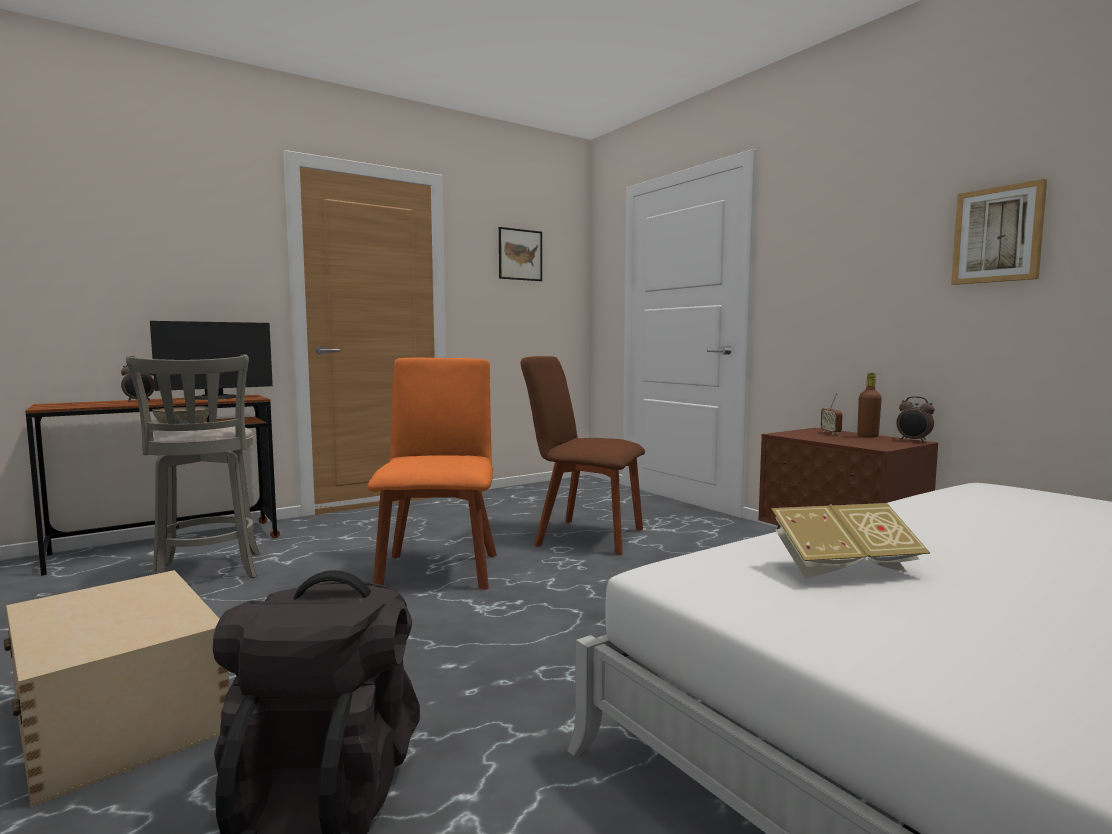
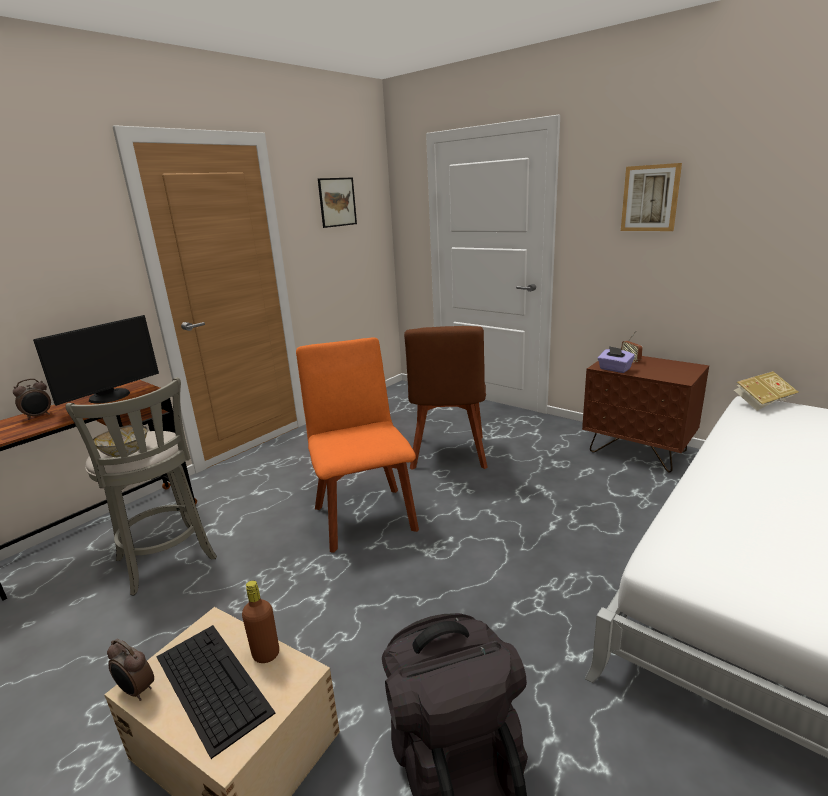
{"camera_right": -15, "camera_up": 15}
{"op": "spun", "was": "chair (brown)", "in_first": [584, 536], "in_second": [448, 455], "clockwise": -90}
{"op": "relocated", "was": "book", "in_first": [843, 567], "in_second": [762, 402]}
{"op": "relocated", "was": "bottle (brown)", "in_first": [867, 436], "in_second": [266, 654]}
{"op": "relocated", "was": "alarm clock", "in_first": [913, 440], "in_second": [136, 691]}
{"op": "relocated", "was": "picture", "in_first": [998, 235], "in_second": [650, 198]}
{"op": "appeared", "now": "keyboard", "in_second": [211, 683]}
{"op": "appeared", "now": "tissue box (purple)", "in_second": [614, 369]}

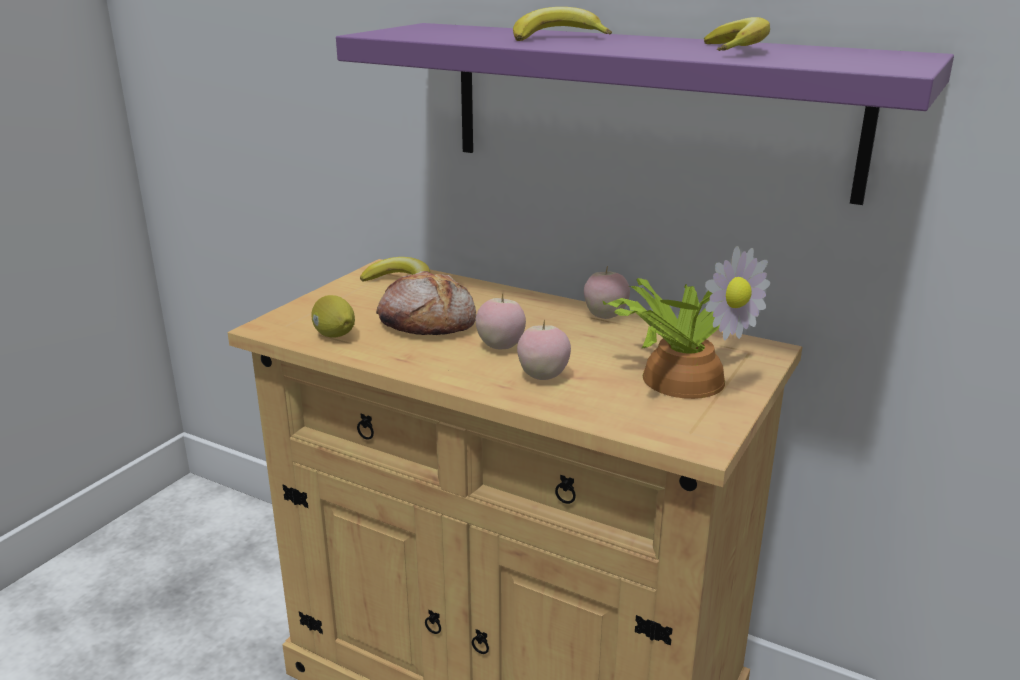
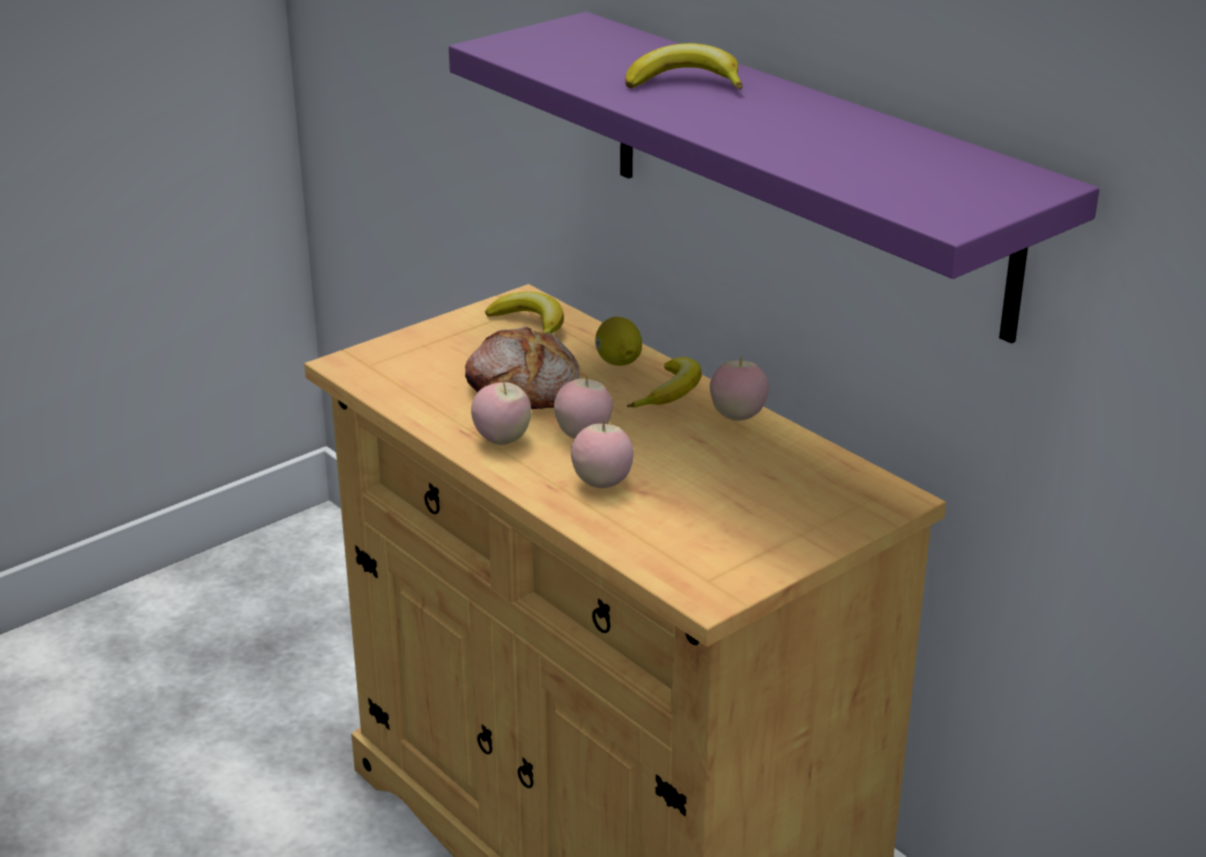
{"camera_right": 20, "camera_up": 5}
{"op": "relocated", "was": "lemon", "in_first": [335, 336], "in_second": [618, 363]}
{"op": "missing", "was": "potted plant", "in_first": [682, 376]}
{"op": "relocated", "was": "banana", "in_first": [736, 50], "in_second": [671, 393]}
{"op": "appeared", "now": "apple", "in_second": [502, 440]}

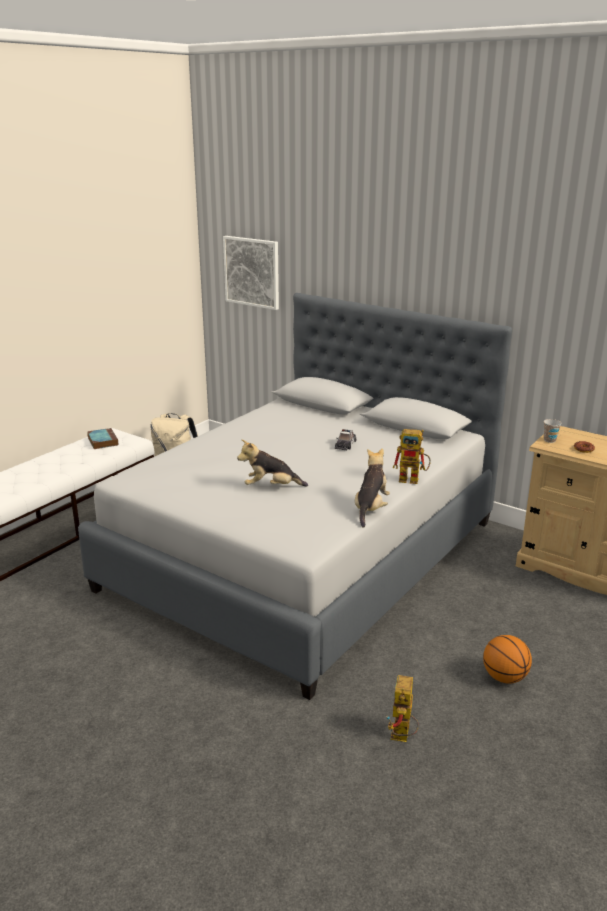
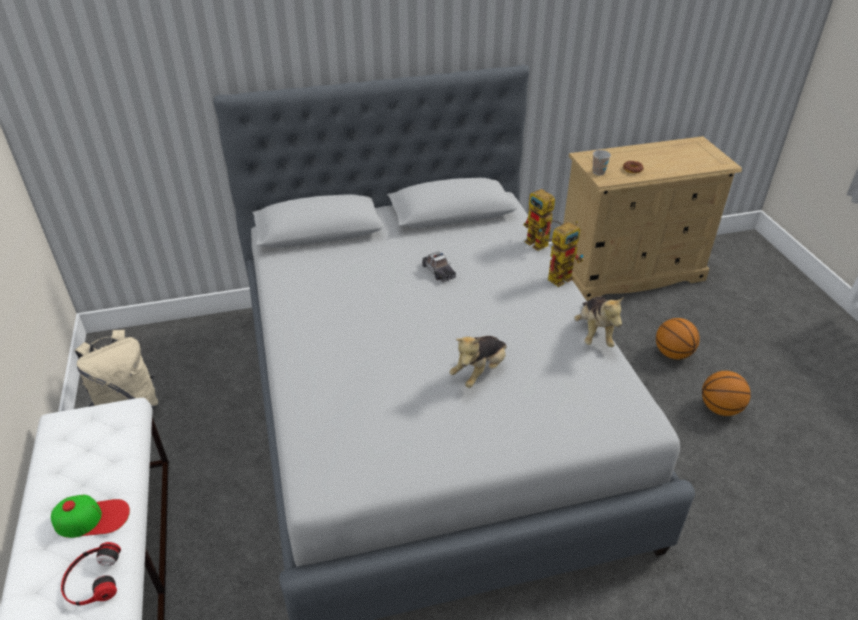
{"camera_right": -50, "camera_up": 15}
{"op": "missing", "was": "book", "in_first": [102, 441]}
{"op": "missing", "was": "picture", "in_first": [252, 272]}
{"op": "spun", "was": "plush toy", "in_first": [371, 509], "in_second": [594, 333], "clockwise": -150}
{"op": "relocated", "was": "toy robot", "in_first": [402, 737], "in_second": [541, 245]}
{"op": "appeared", "now": "cap", "in_second": [92, 518]}
{"op": "appeared", "now": "headphones", "in_second": [92, 579]}
{"op": "appeared", "now": "basketball", "in_second": [673, 353]}

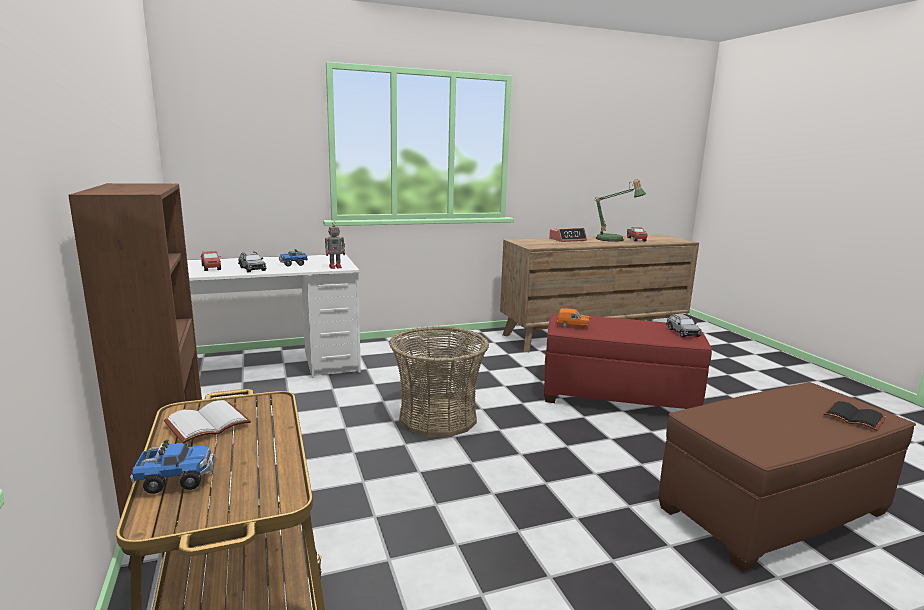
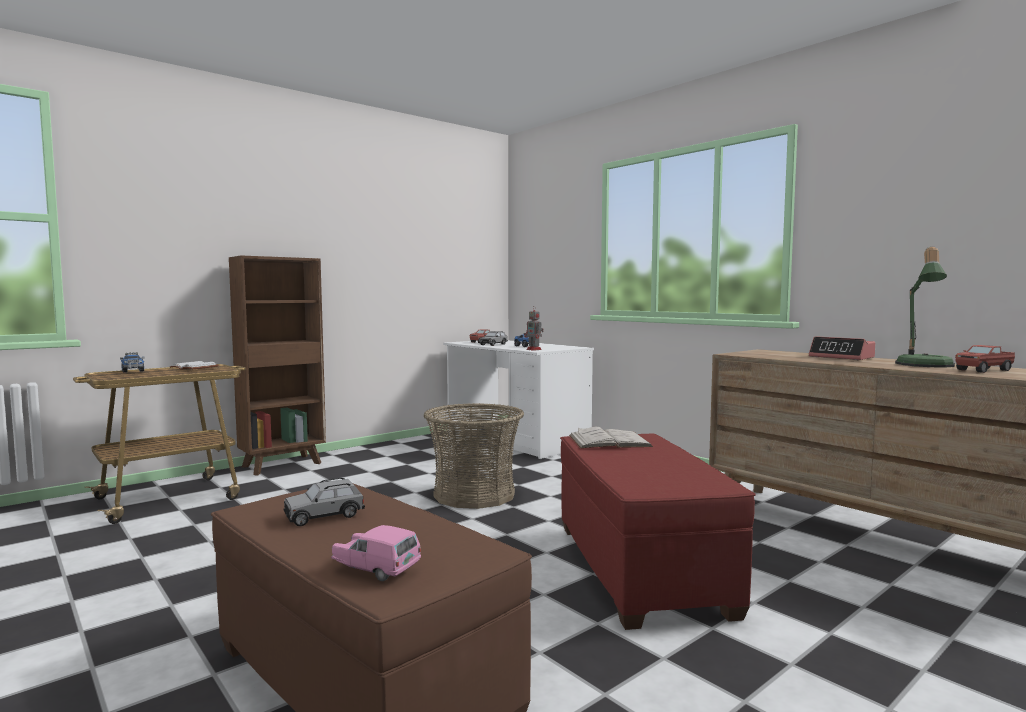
{"camera_right": 70, "camera_up": -10}
{"op": "exchanged", "was": "toy car (orange)", "now": "book (white)", "in_first": [573, 325], "in_second": [609, 441]}
{"op": "relocated", "was": "toy car (grey)", "in_first": [682, 332], "in_second": [324, 516]}
{"op": "exchanged", "was": "book (black)", "now": "toy car (pink)", "in_first": [855, 417], "in_second": [376, 569]}

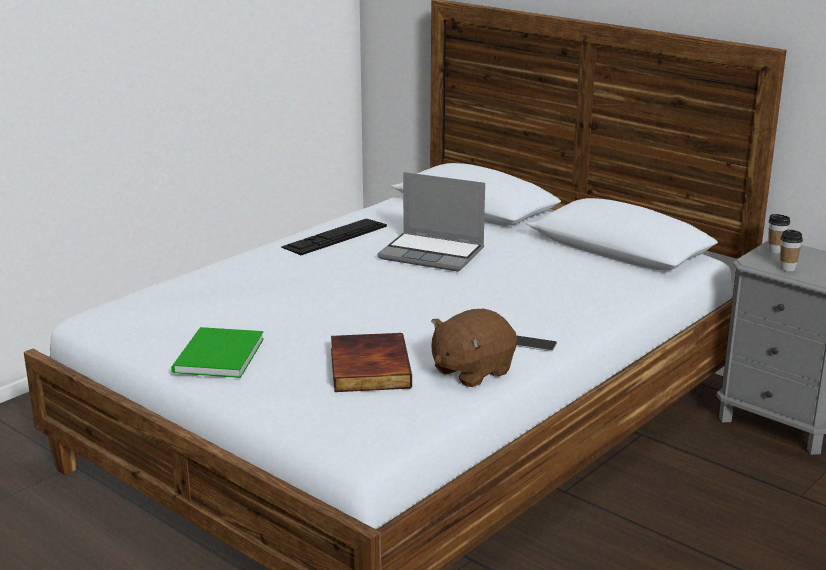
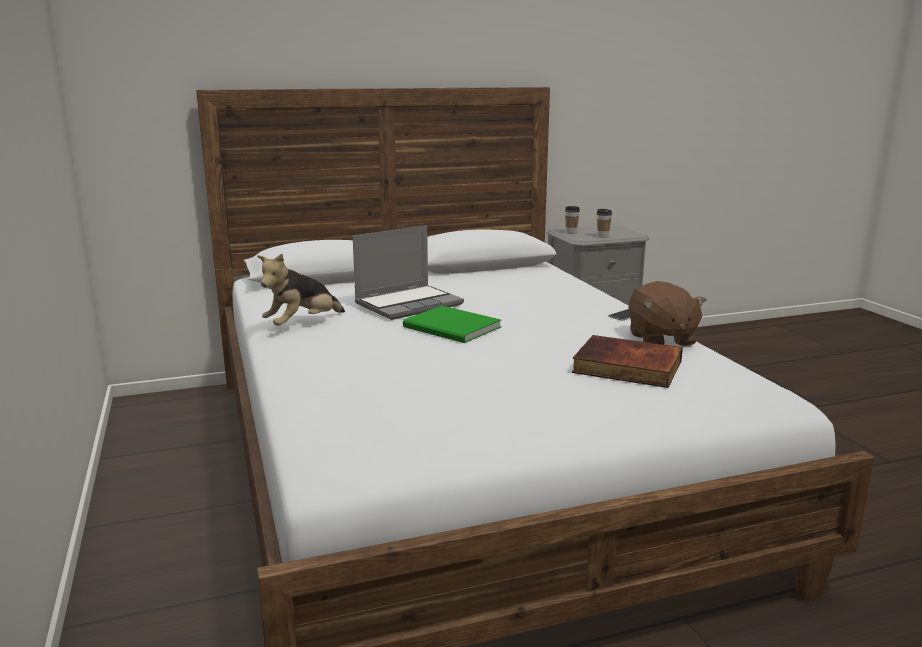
{"camera_right": -60, "camera_up": -5}
{"op": "relocated", "was": "book (green)", "in_first": [216, 356], "in_second": [452, 328]}
{"op": "exchanged", "was": "keyboard", "now": "plush toy", "in_first": [335, 236], "in_second": [302, 324]}

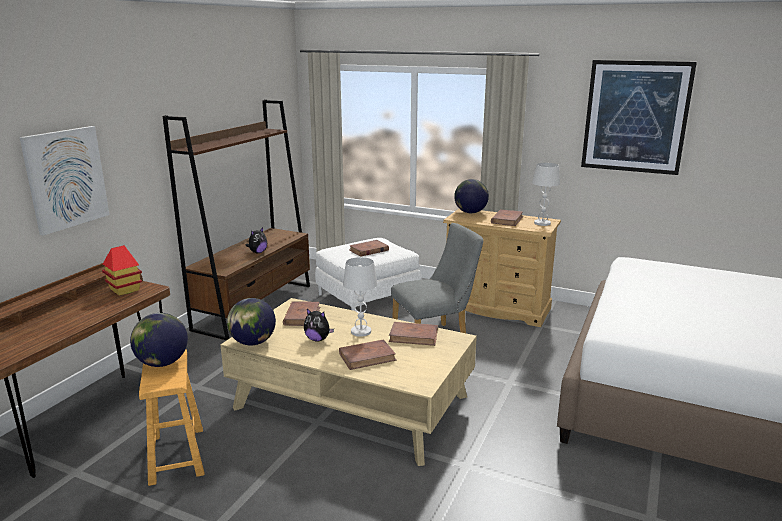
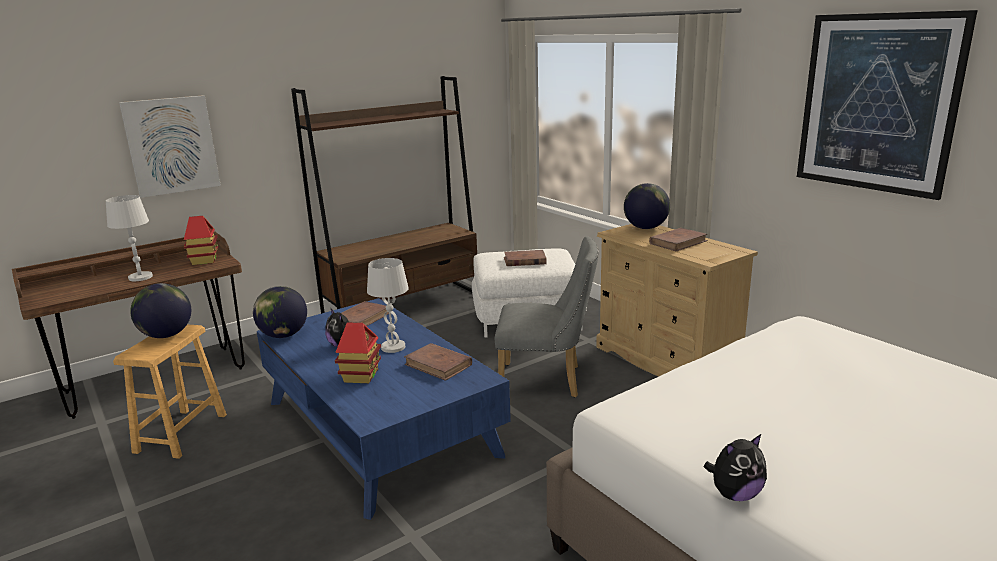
{"camera_right": 30, "camera_up": 0}
{"op": "colour", "was": "coffee table (beige)", "now": "coffee table (blue)", "in_first": [352, 402], "in_second": [380, 428]}
{"op": "relocated", "was": "plush toy", "in_first": [257, 252], "in_second": [735, 494]}
{"op": "exchanged", "was": "book (brown)", "now": "toy house", "in_first": [367, 357], "in_second": [361, 376]}
{"op": "relocated", "was": "table lamp (white)", "in_first": [542, 223], "in_second": [140, 277]}

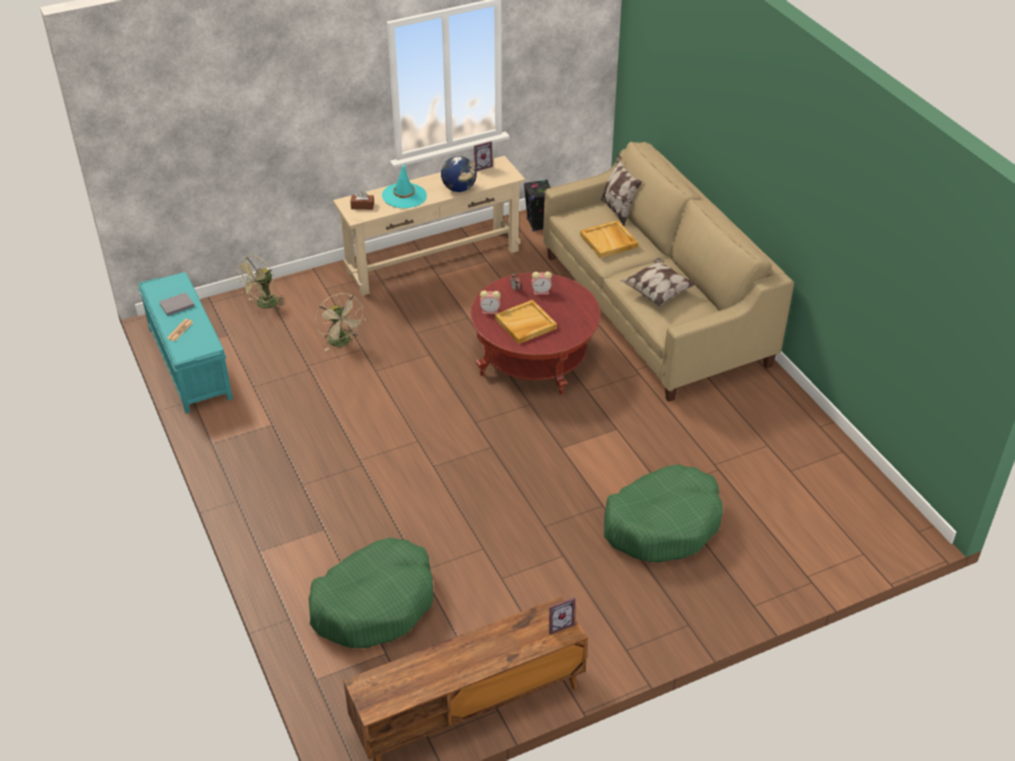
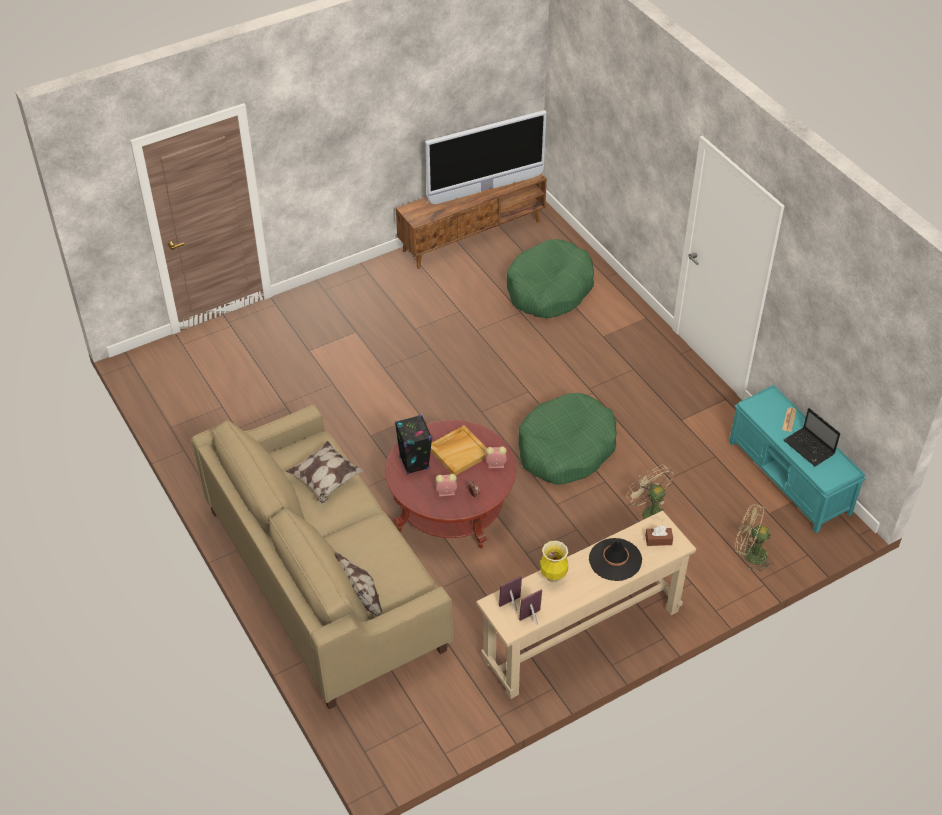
{"camera_right": 175, "camera_up": 5}
{"op": "exchanged", "was": "book (grey)", "now": "laptop", "in_first": [176, 305], "in_second": [810, 448]}
{"op": "spun", "was": "fan (beige)", "in_first": [264, 305], "in_second": [749, 555], "clockwise": -105}
{"op": "colour", "was": "hat (turquoise)", "now": "hat (black)", "in_first": [404, 196], "in_second": [615, 560]}
{"op": "exchanged", "was": "globe", "now": "vase", "in_first": [459, 189], "in_second": [553, 576]}
{"op": "relocated", "was": "speaker (black)", "in_first": [539, 224], "in_second": [414, 462]}
{"op": "relocated", "was": "picture frame", "in_first": [558, 624], "in_second": [512, 605]}
{"op": "missing", "was": "tray (beige)", "in_first": [609, 241]}
{"op": "relocated", "was": "dog bed (green)", "in_first": [662, 524], "in_second": [565, 449]}
{"op": "appeared", "now": "television", "in_second": [486, 189]}

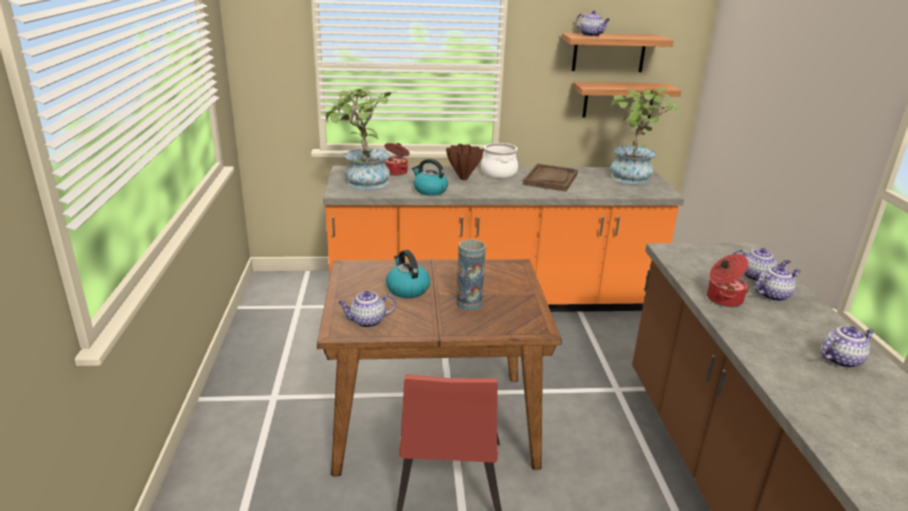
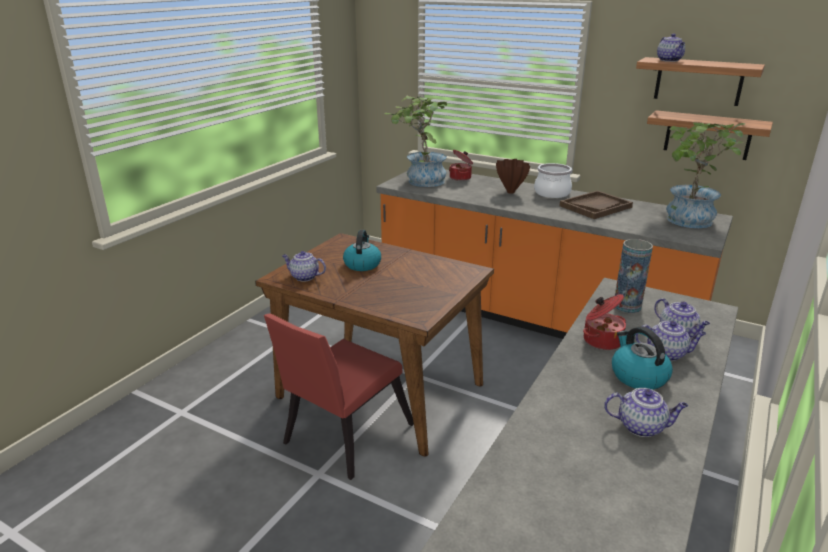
{"camera_right": 35, "camera_up": 0}
{"op": "relocated", "was": "kettle", "in_first": [429, 190], "in_second": [638, 376]}
{"op": "relocated", "was": "vase", "in_first": [469, 303], "in_second": [627, 306]}

